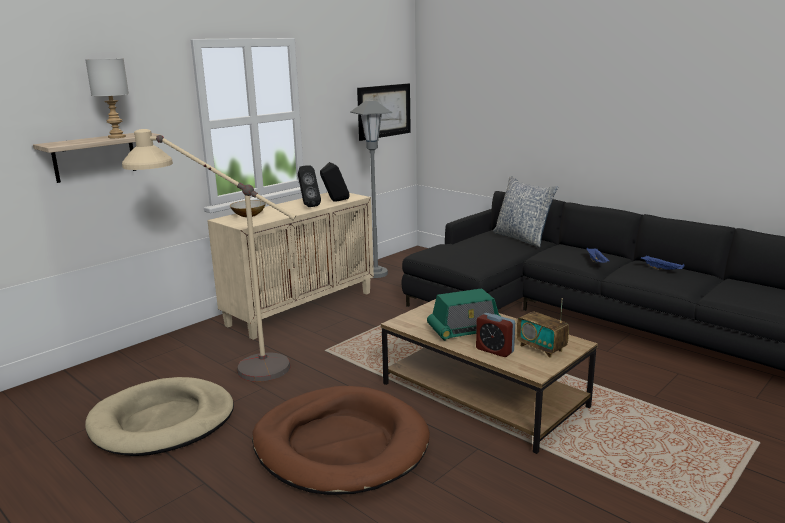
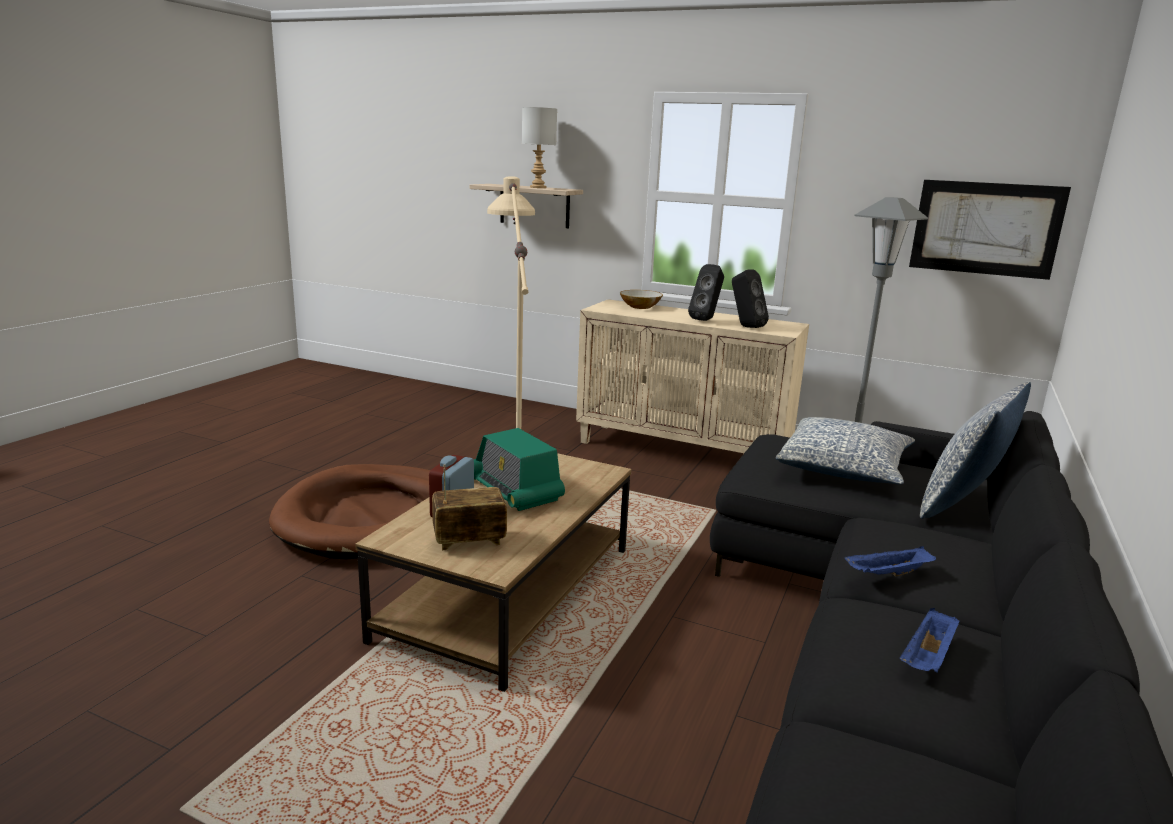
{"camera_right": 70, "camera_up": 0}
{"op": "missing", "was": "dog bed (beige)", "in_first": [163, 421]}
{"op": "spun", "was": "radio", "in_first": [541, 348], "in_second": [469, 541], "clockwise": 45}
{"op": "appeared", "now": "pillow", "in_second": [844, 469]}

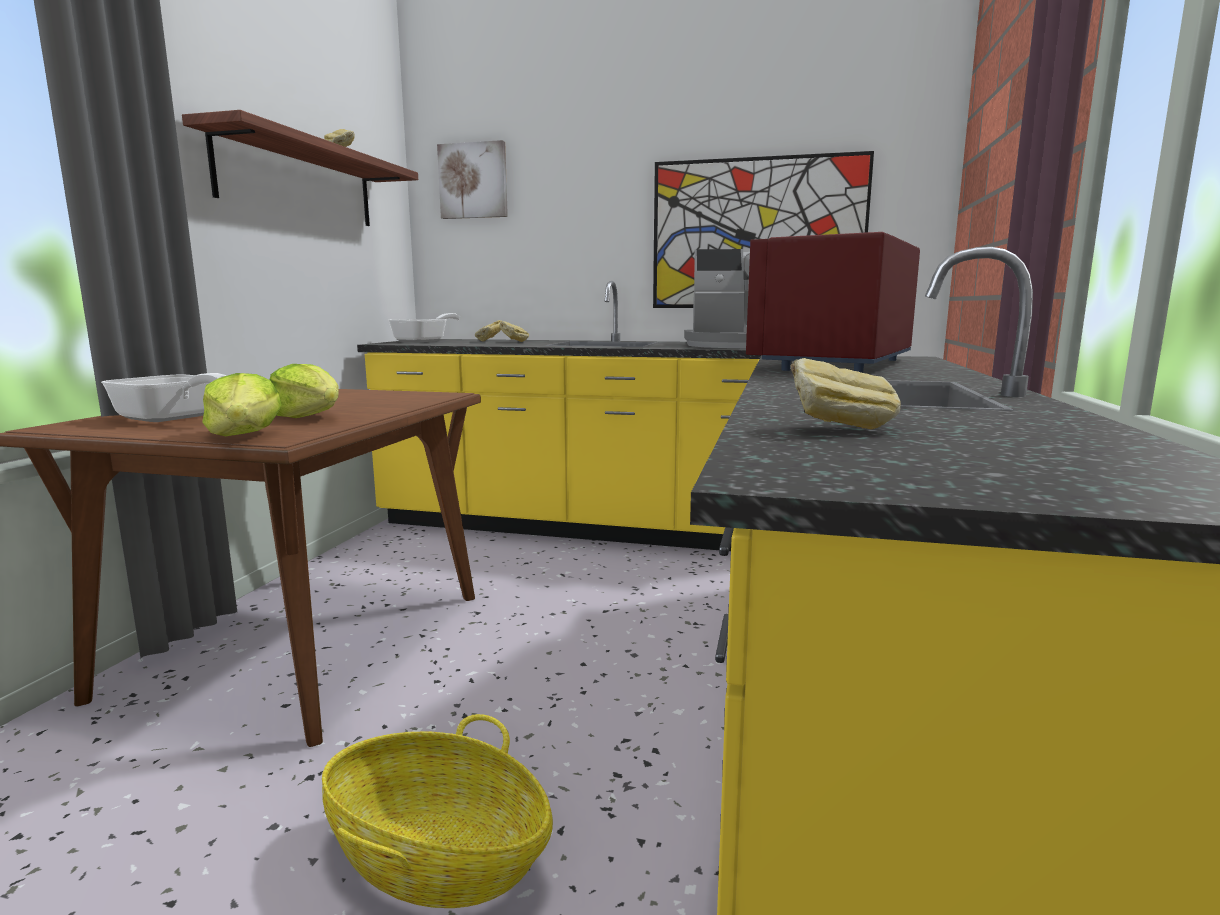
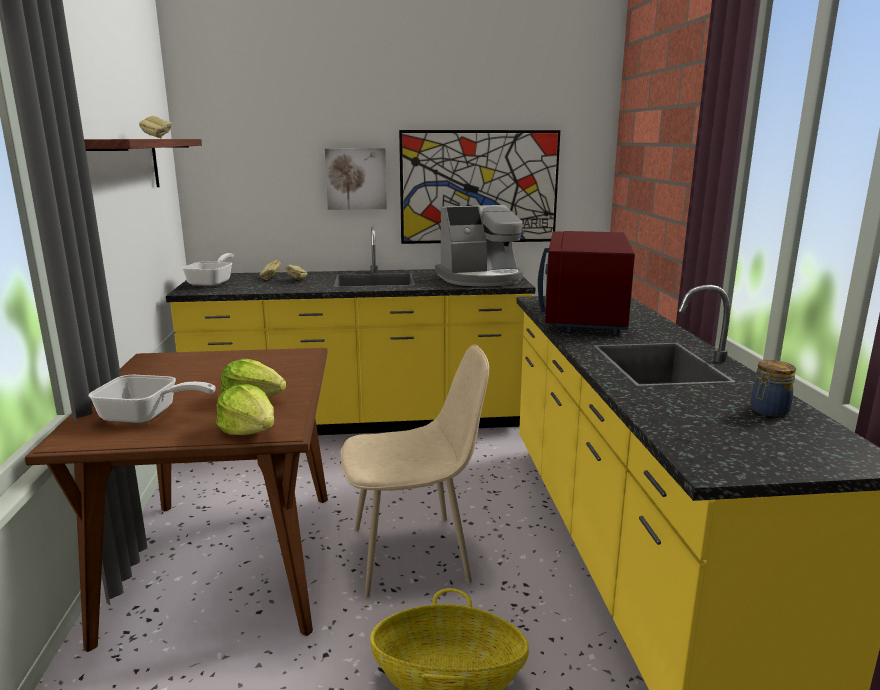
{"camera_right": -20, "camera_up": 5}
{"op": "relocated", "was": "picture", "in_first": [473, 181], "in_second": [356, 178]}
{"op": "missing", "was": "bread", "in_first": [840, 429]}
{"op": "appeared", "now": "chair (beige)", "in_second": [414, 554]}
{"op": "appeared", "now": "jar", "in_second": [768, 411]}

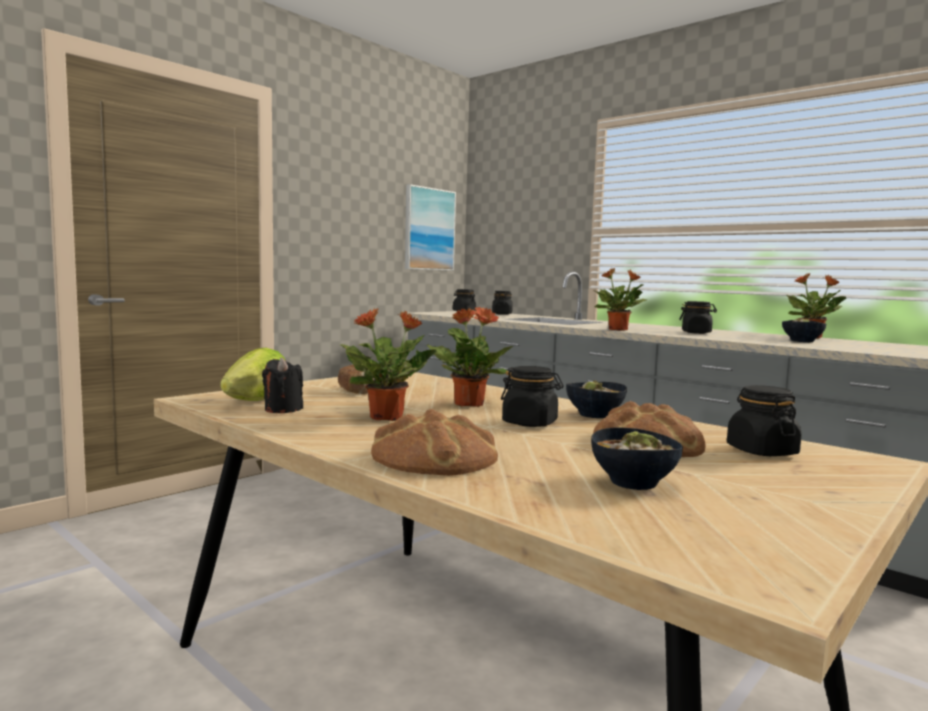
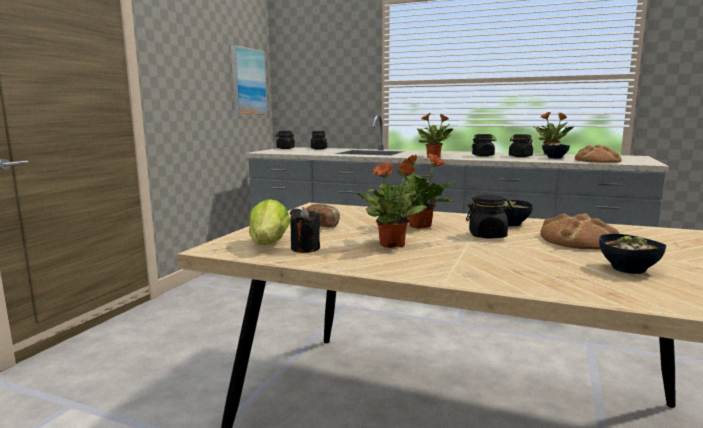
{"camera_right": -20, "camera_up": 5}
{"op": "relocated", "was": "bread", "in_first": [435, 456], "in_second": [597, 160]}
{"op": "relocated", "was": "jar (black)", "in_first": [761, 451], "in_second": [520, 156]}

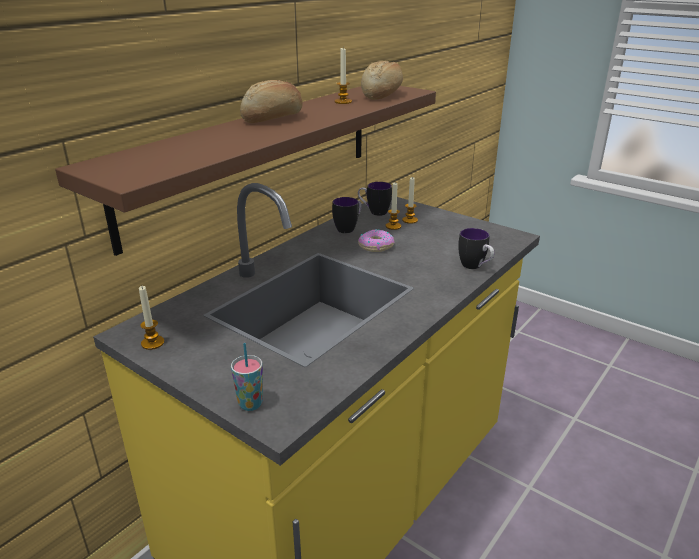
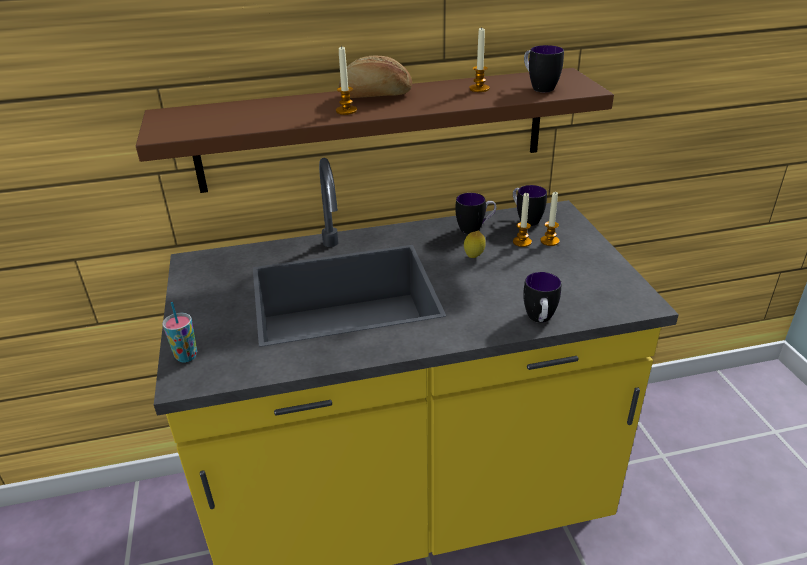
{"camera_right": 40, "camera_up": 5}
{"op": "relocated", "was": "candle", "in_first": [152, 343], "in_second": [346, 111]}
{"op": "exchanged", "was": "donut", "now": "lemon", "in_first": [375, 246], "in_second": [474, 257]}
{"op": "exchanged", "was": "bread", "now": "mug", "in_first": [382, 95], "in_second": [539, 87]}

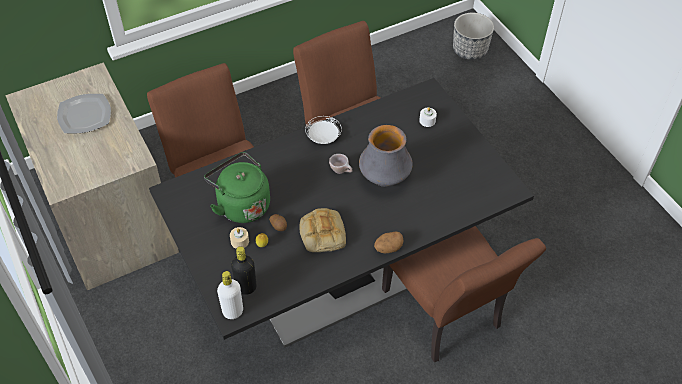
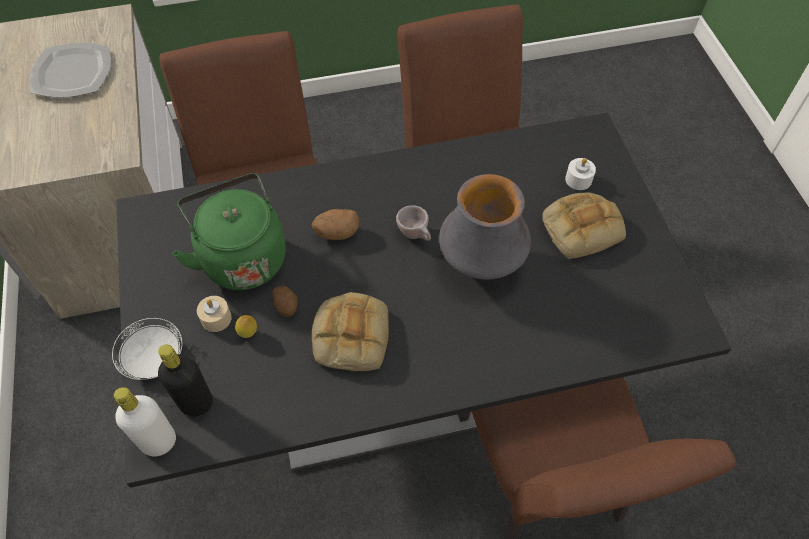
{"camera_right": 15, "camera_up": 5}
{"op": "relocated", "was": "plate (white)", "in_first": [323, 137], "in_second": [154, 358]}
{"op": "relocated", "was": "potato", "in_first": [388, 248], "in_second": [337, 233]}
{"op": "missing", "was": "planter", "in_first": [470, 50]}
{"op": "appeared", "now": "bread", "in_second": [582, 227]}

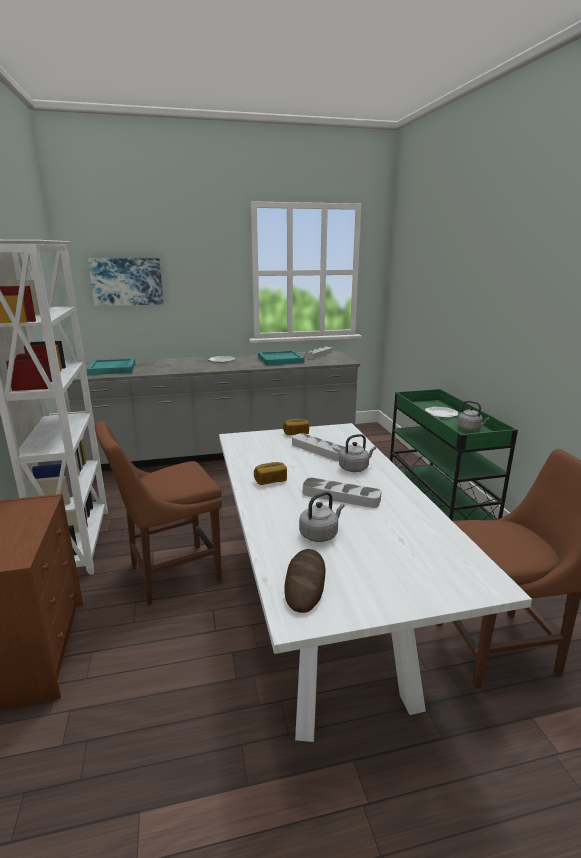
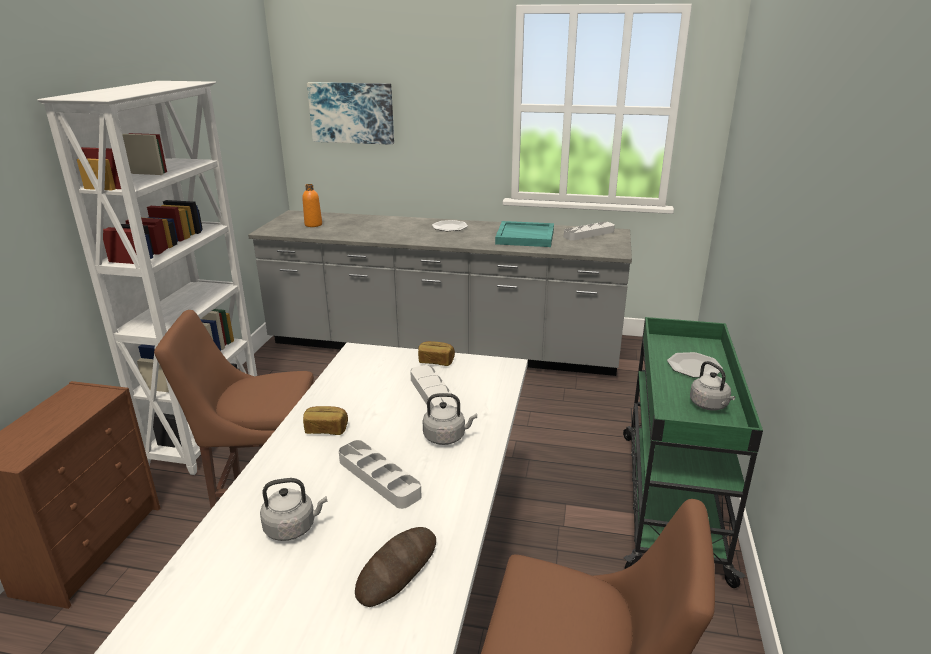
{"camera_right": 25, "camera_up": 5}
{"op": "exchanged", "was": "tray (turquoise)", "now": "bottle (orange)", "in_first": [113, 369], "in_second": [313, 225]}
{"op": "relocated", "was": "bread", "in_first": [305, 583], "in_second": [397, 569]}

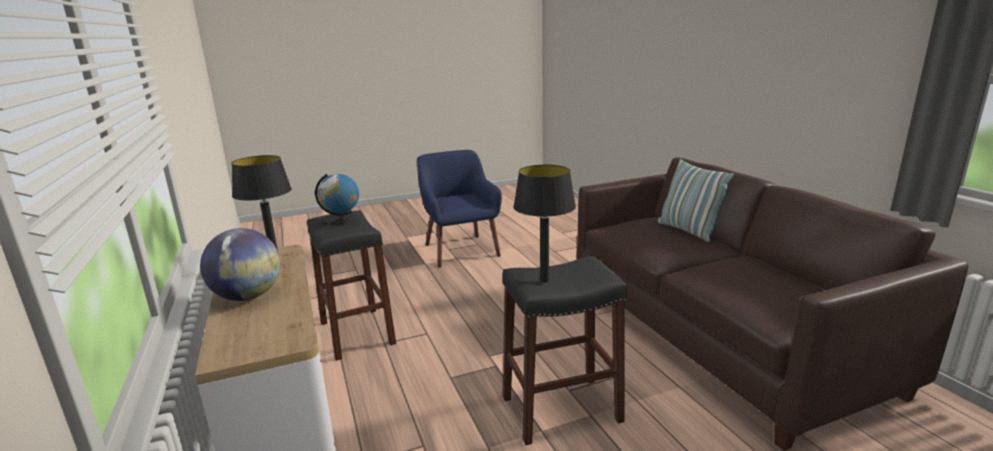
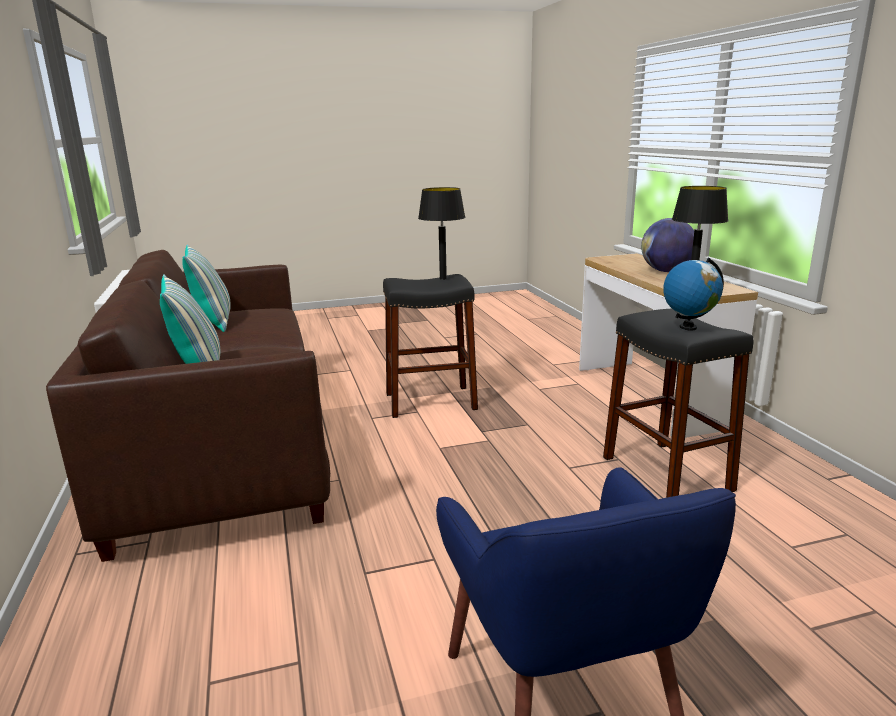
{"camera_right": -175, "camera_up": 0}
{"op": "appeared", "now": "pillow", "in_second": [213, 322]}

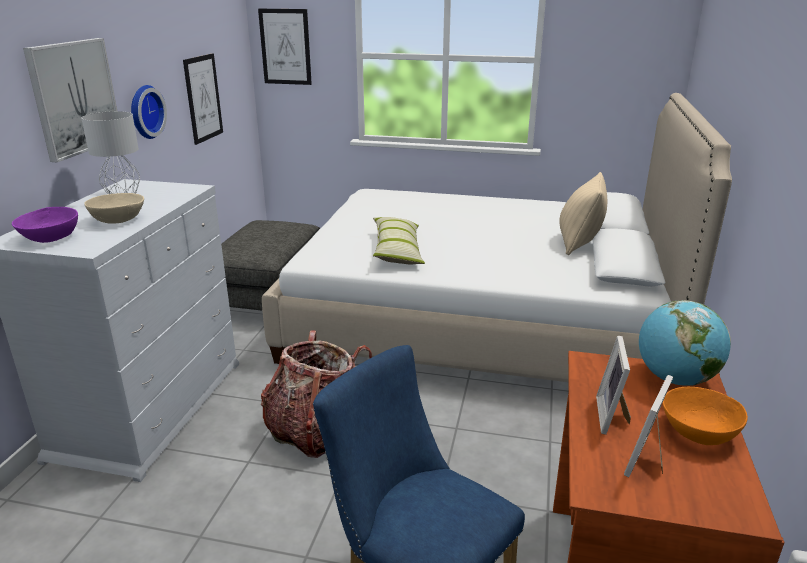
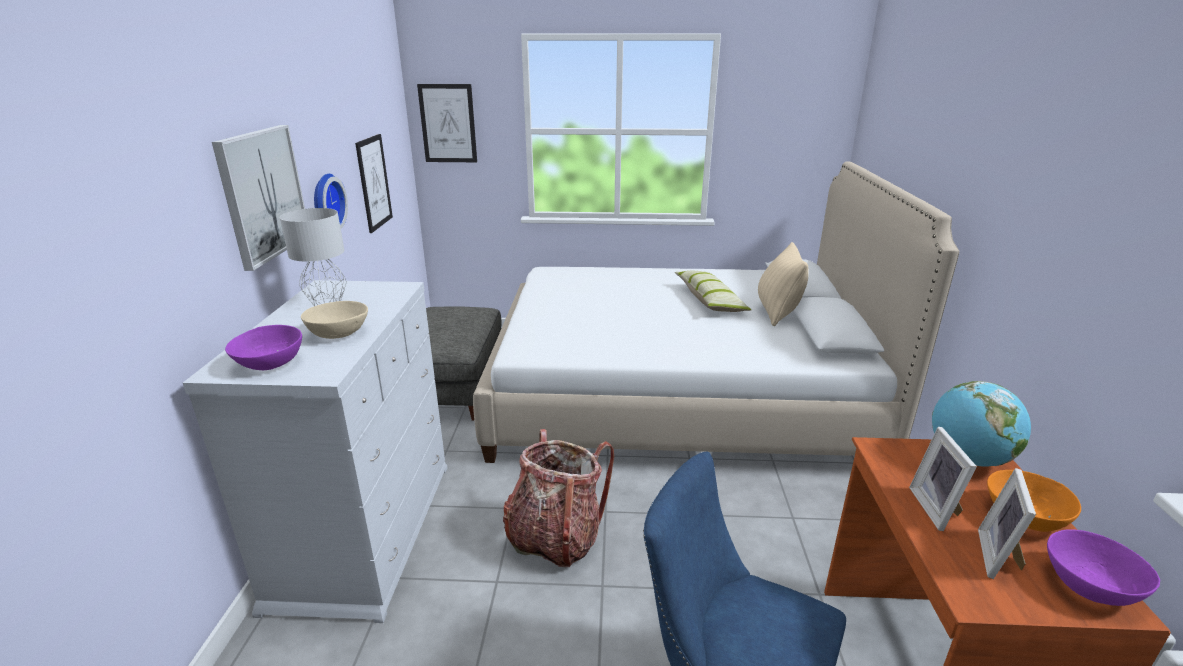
{"camera_right": -10, "camera_up": 0}
{"op": "relocated", "was": "pillow", "in_first": [397, 250], "in_second": [710, 300]}
{"op": "appeared", "now": "bowl (purple)", "in_second": [1089, 585]}

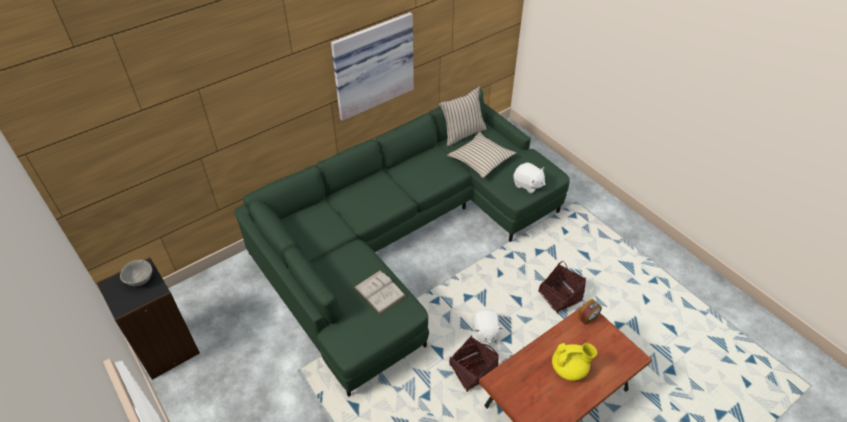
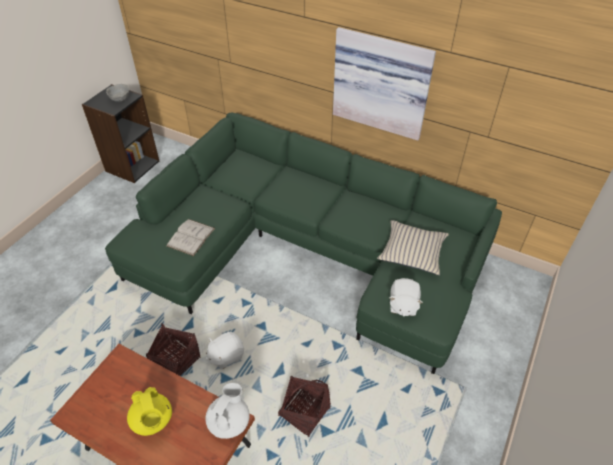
{"camera_right": 65, "camera_up": 0}
{"op": "missing", "was": "pillow (beige)", "in_first": [462, 133]}
{"op": "exchanged", "was": "alarm clock", "now": "teapot (white)", "in_first": [588, 318], "in_second": [229, 421]}

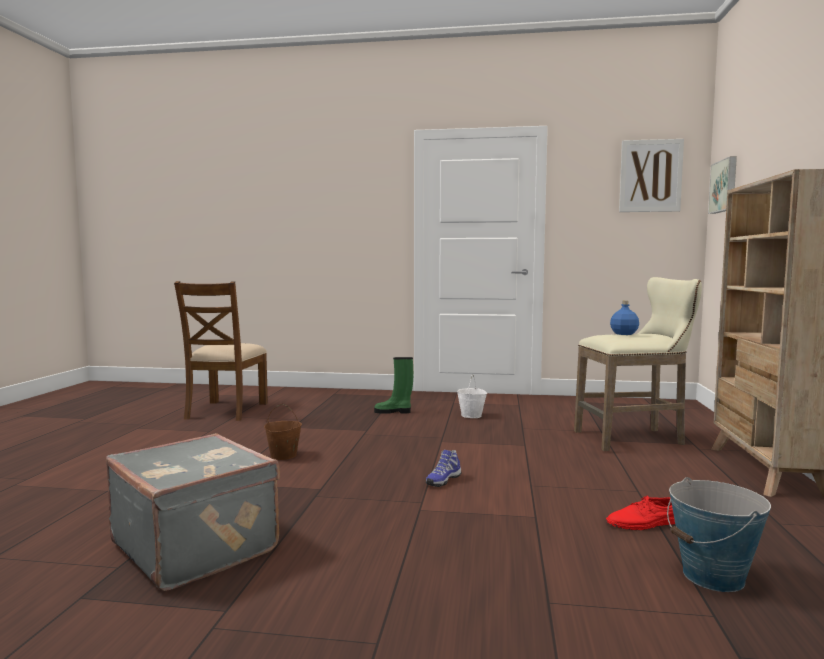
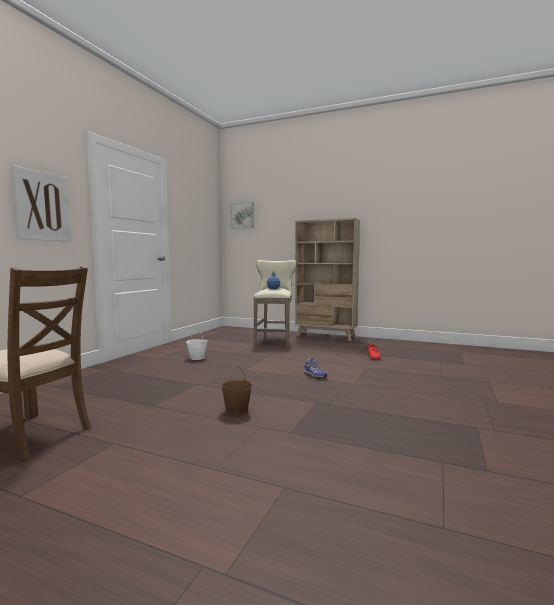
{"camera_right": -75, "camera_up": 0}
{"op": "missing", "was": "suitcase (grey)", "in_first": [197, 546]}
{"op": "missing", "was": "boot (green)", "in_first": [393, 412]}
{"op": "relocated", "was": "picture", "in_first": [650, 176], "in_second": [42, 206]}
{"op": "missing", "was": "bucket", "in_first": [713, 576]}

